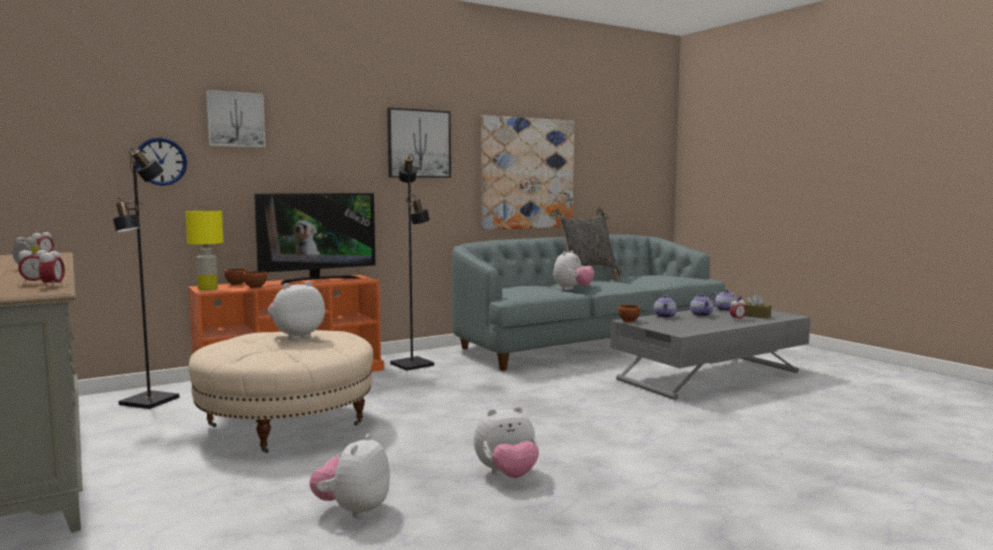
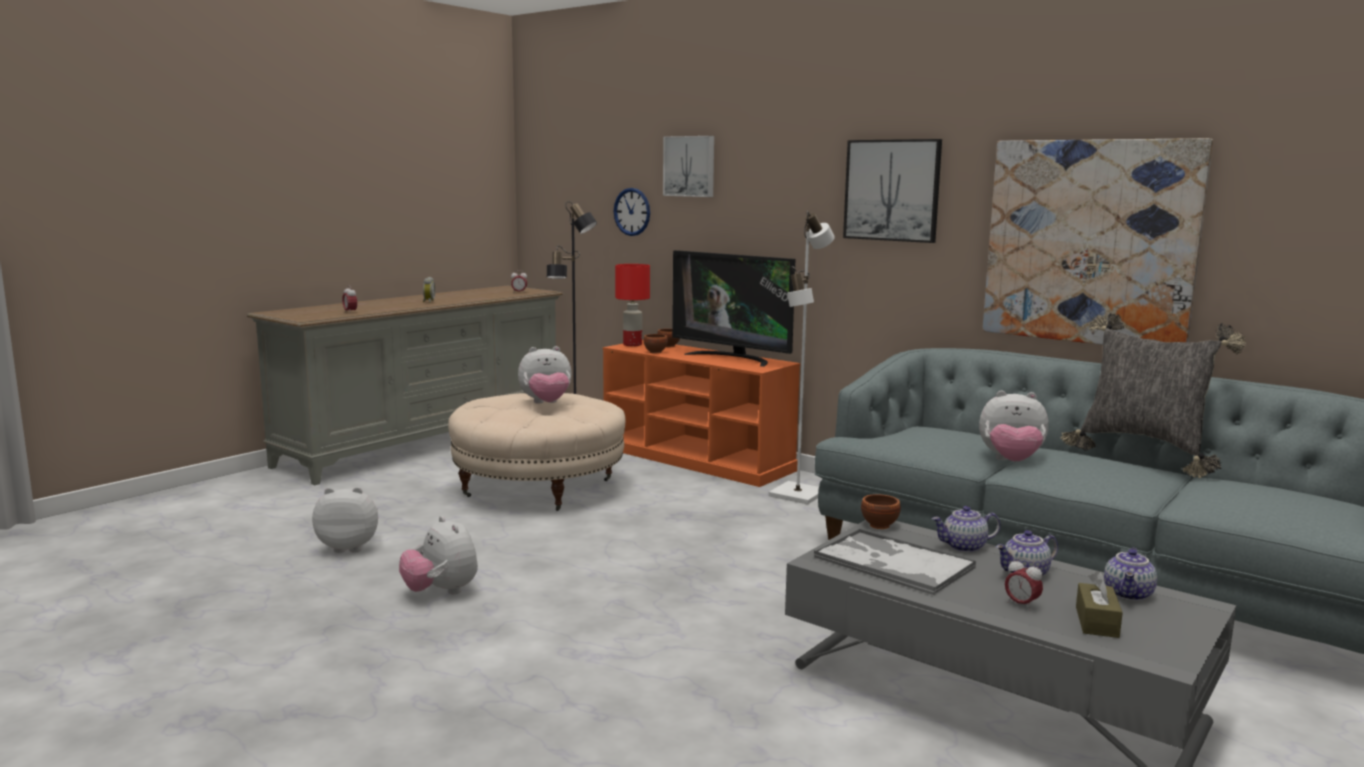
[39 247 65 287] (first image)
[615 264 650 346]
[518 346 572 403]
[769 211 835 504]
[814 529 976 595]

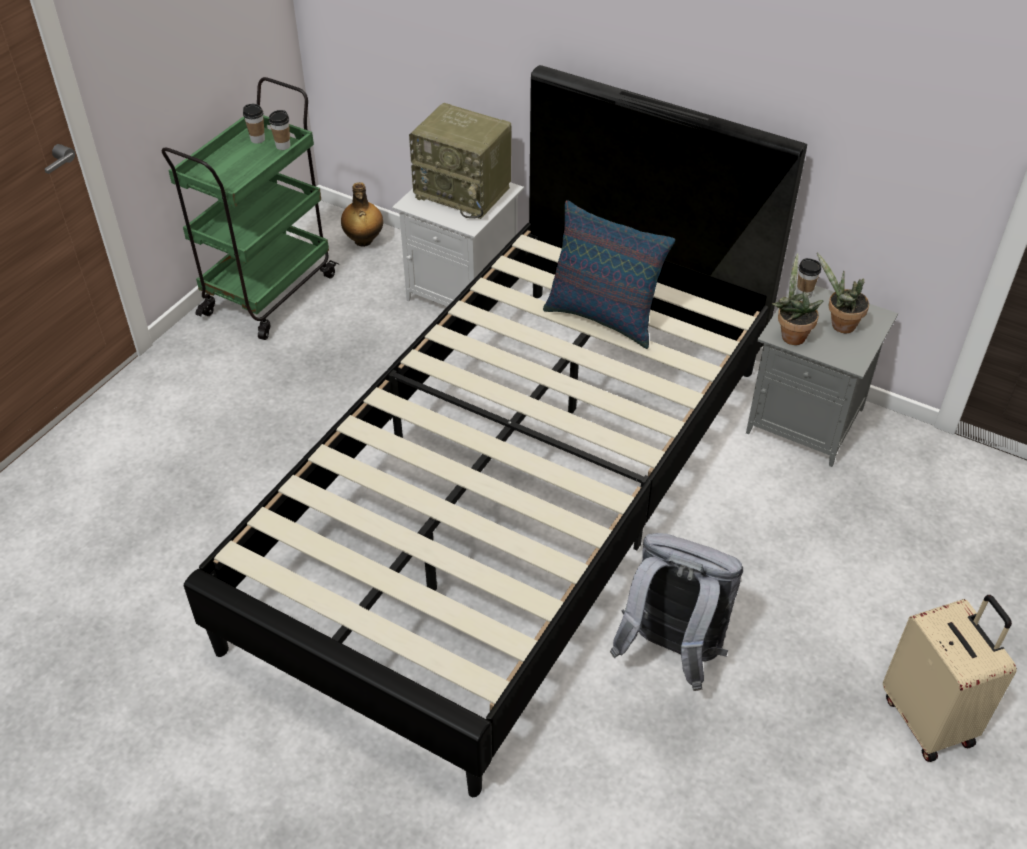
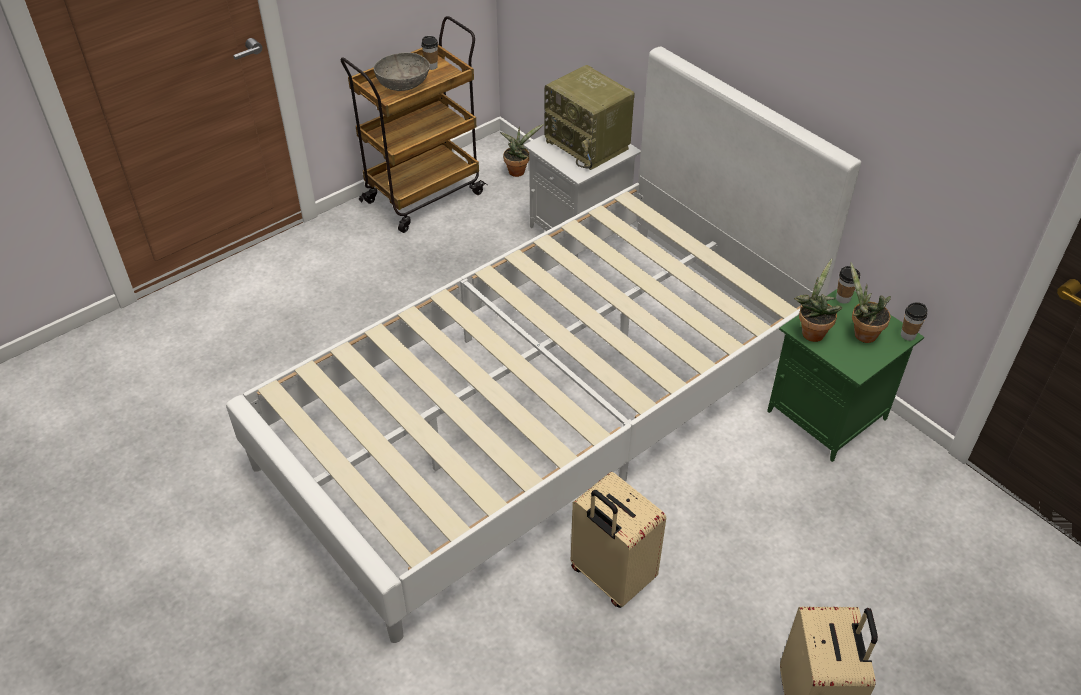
[341 16 486 233]
[226 47 861 643]
[901 302 928 341]
[500 124 544 177]
[543 200 675 349] (first image)
[571 472 666 608]
[767 289 924 462]
[374 52 430 91]

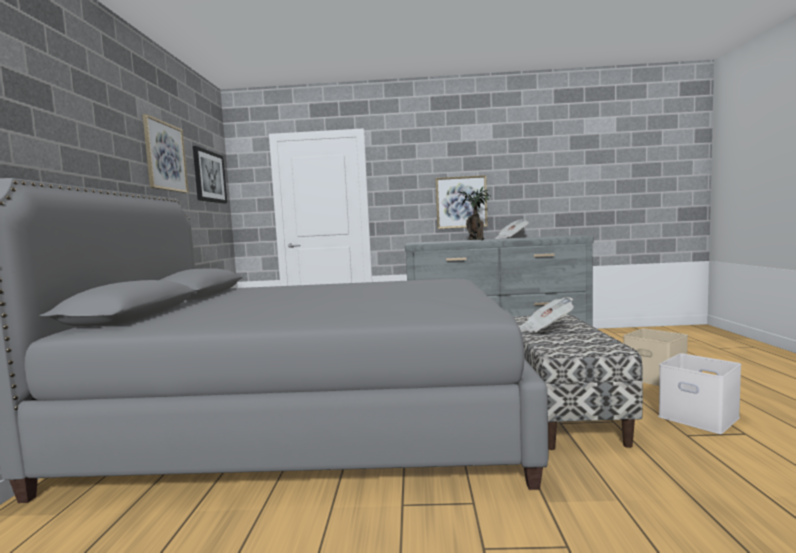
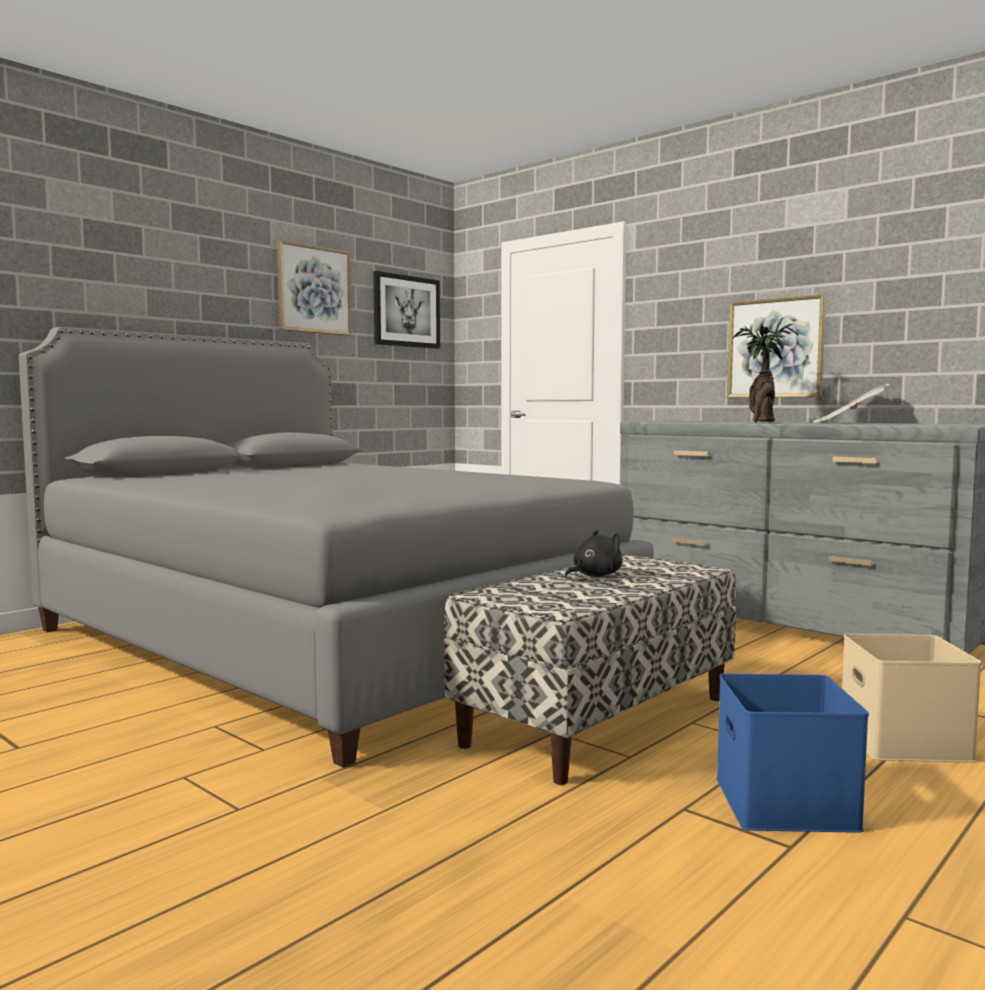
[565 530 622 577]
[716 674 869 833]

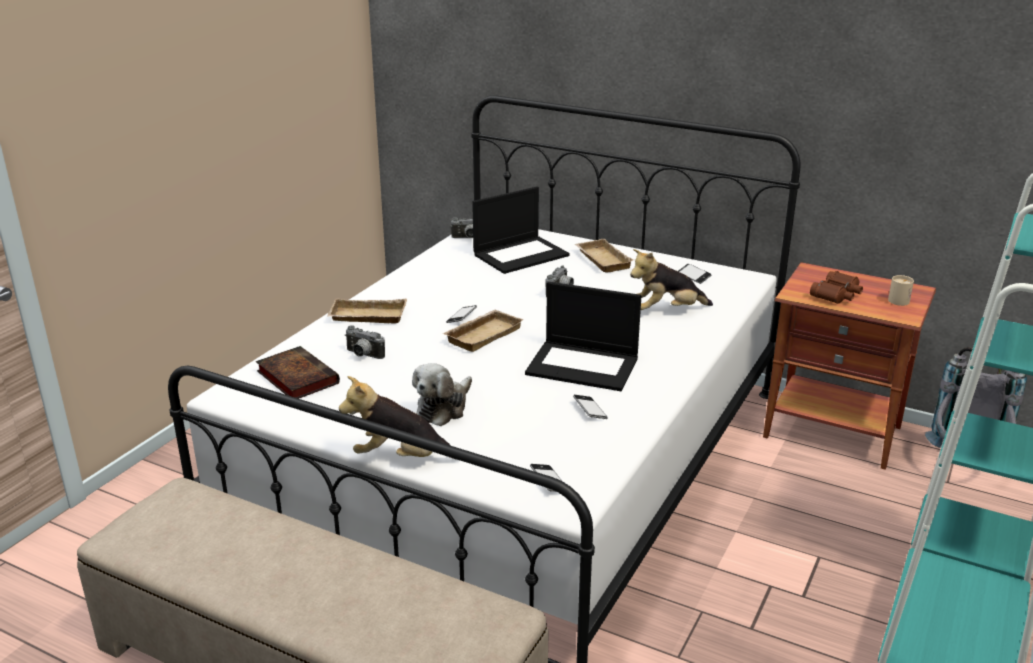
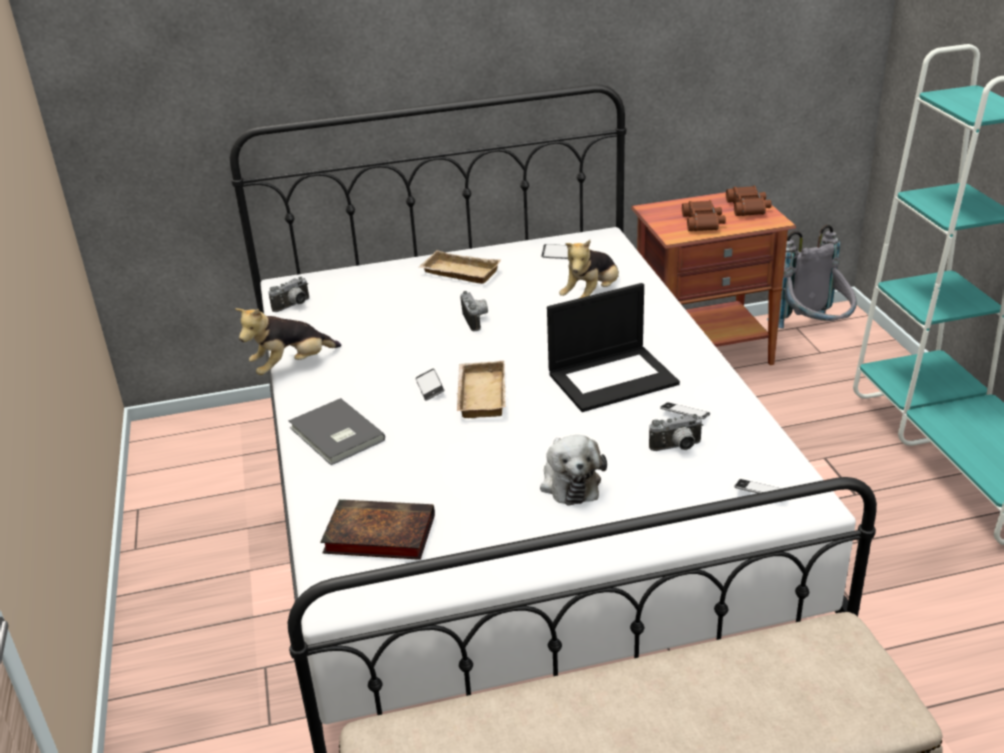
[288 398 385 465]
[235 308 342 375]
[649 414 703 451]
[472 186 570 274] (first image)
[726 186 771 216]

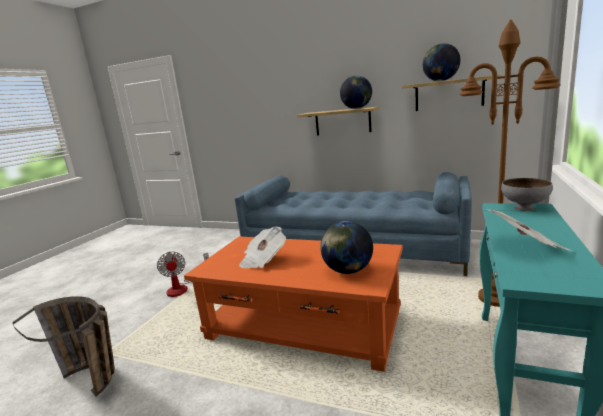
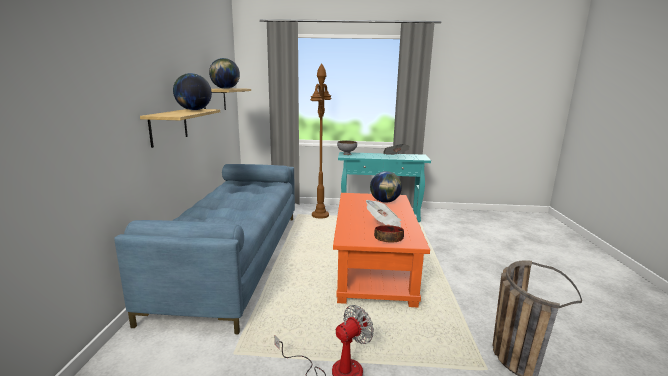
[374 225 404 242]

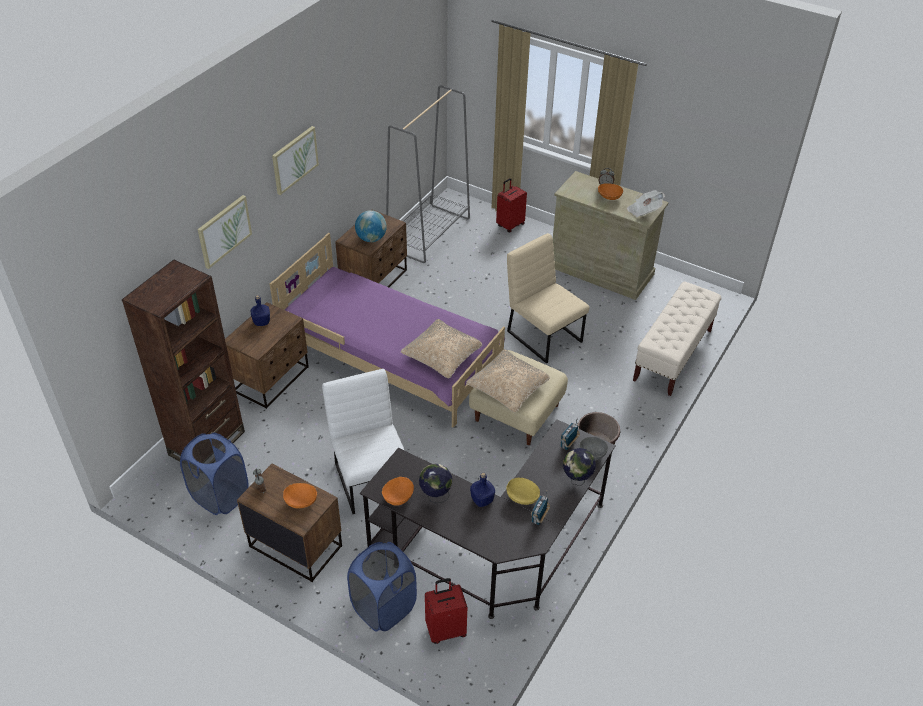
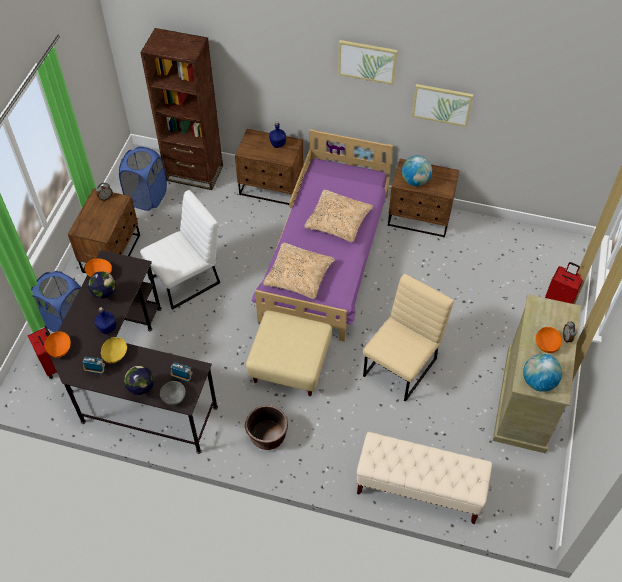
[412 84 473 127]
[45 331 71 358]
[386 85 470 263] (first image)
[304 190 373 242]
[523 354 562 392]

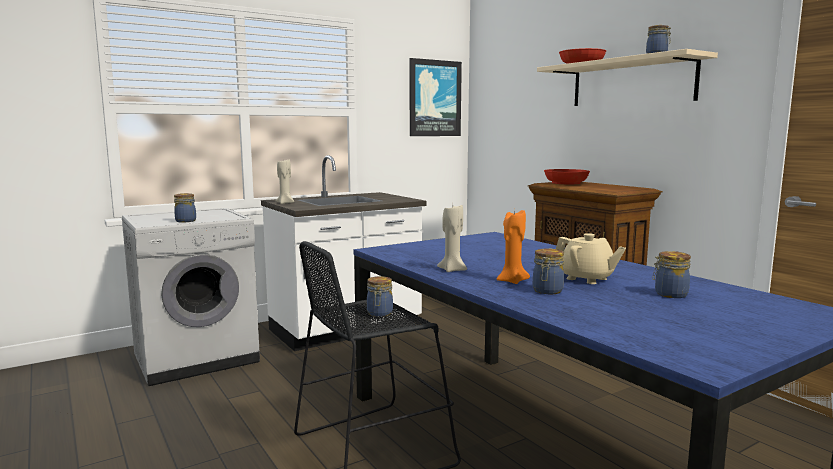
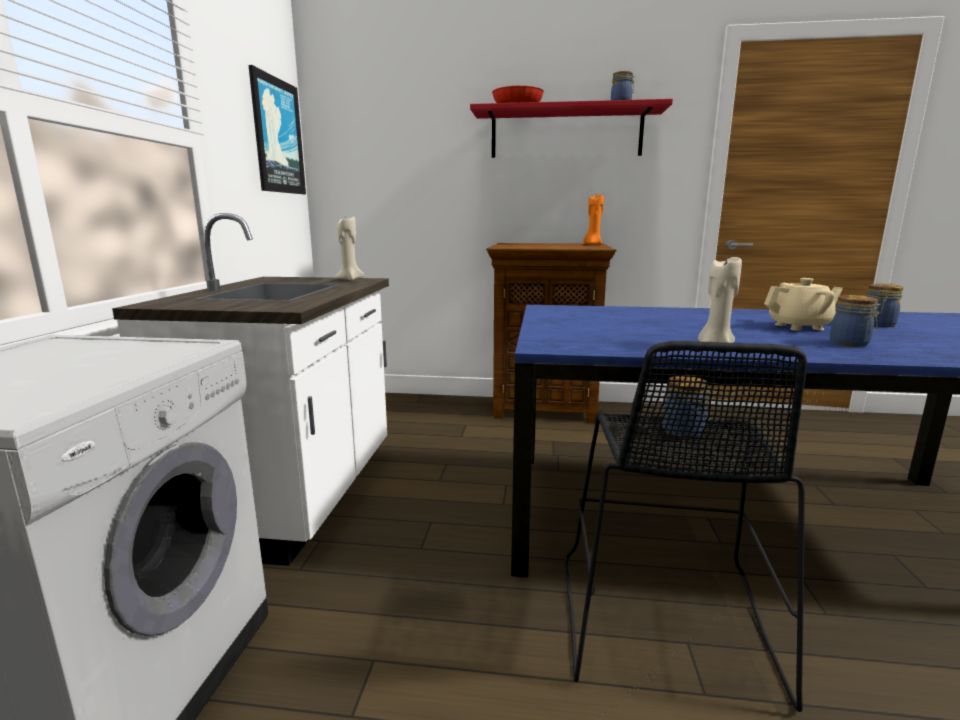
[174 193 196 223] (first image)
[335 216 365 281]
[583 195 604 245]
[470 99 673 158]
[544 169 590 184] (first image)

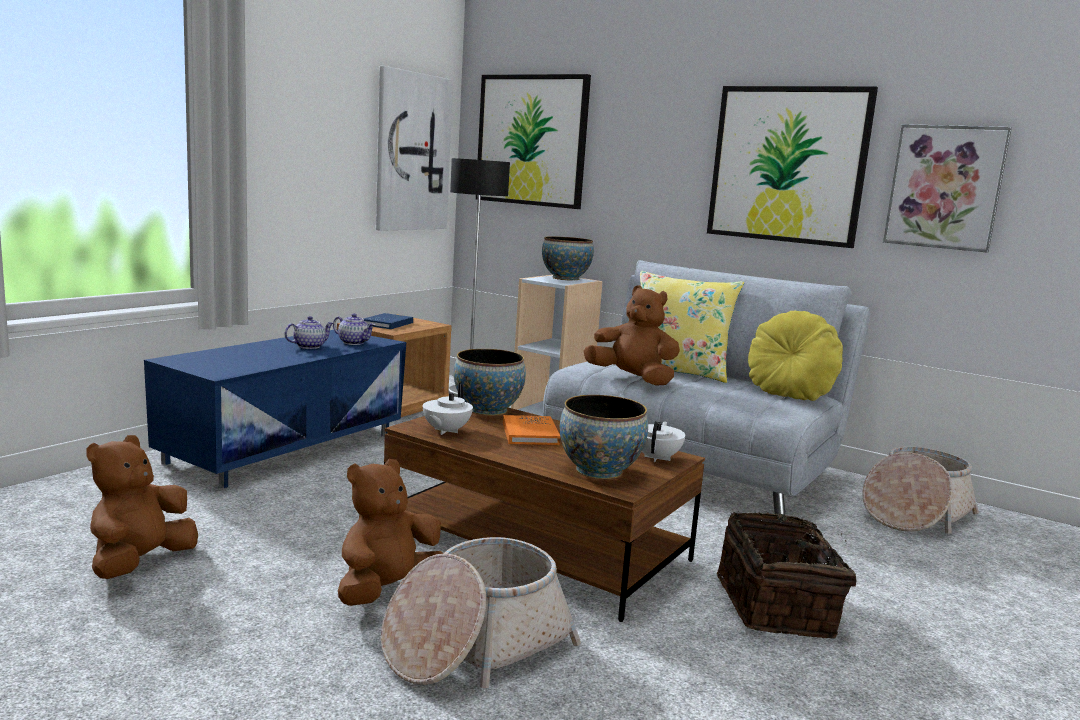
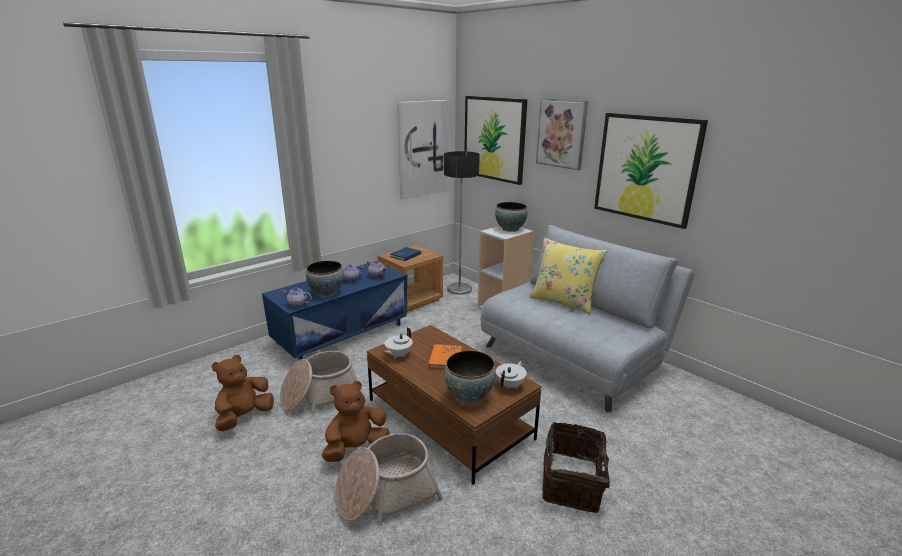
[306 261 344 297]
[583 285 680 386] (first image)
[748 311 843 401] (first image)
[280 351 363 414]
[536 99 588 170]
[282 287 312 308]

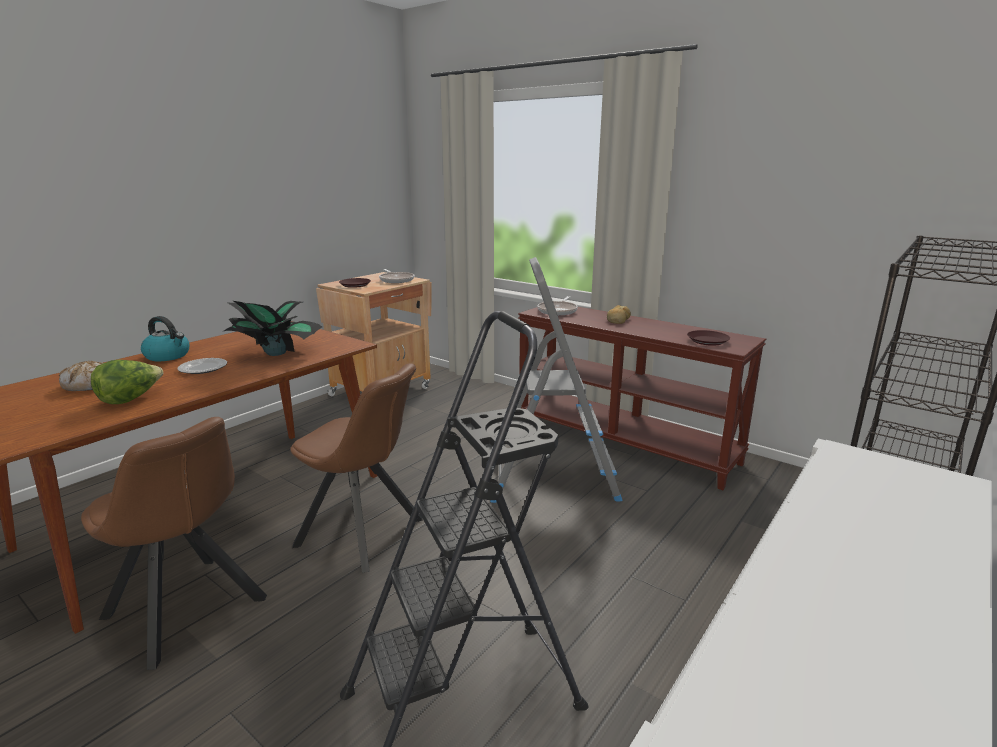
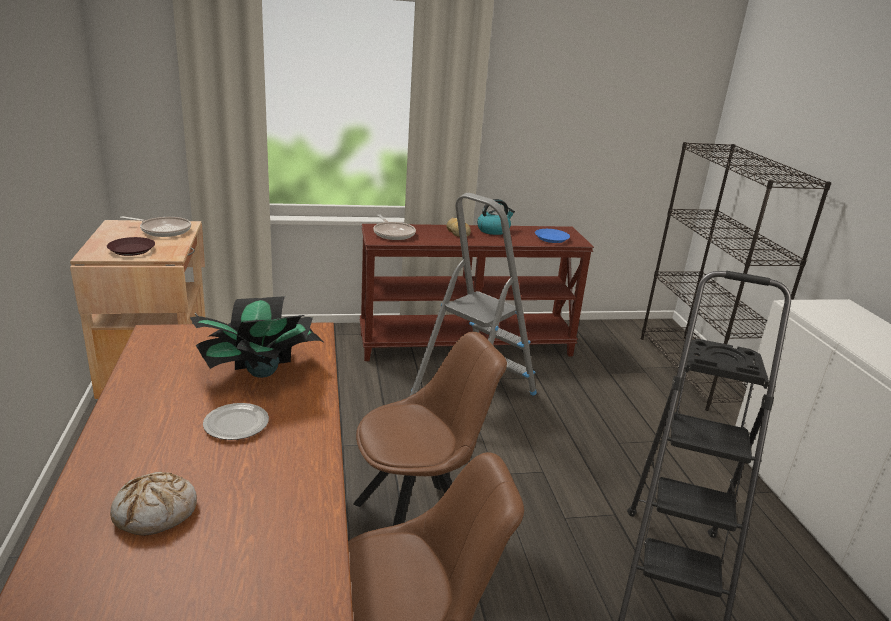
[91 360 163 404] (first image)
[477 199 515 235]
[535 229 570 243]

